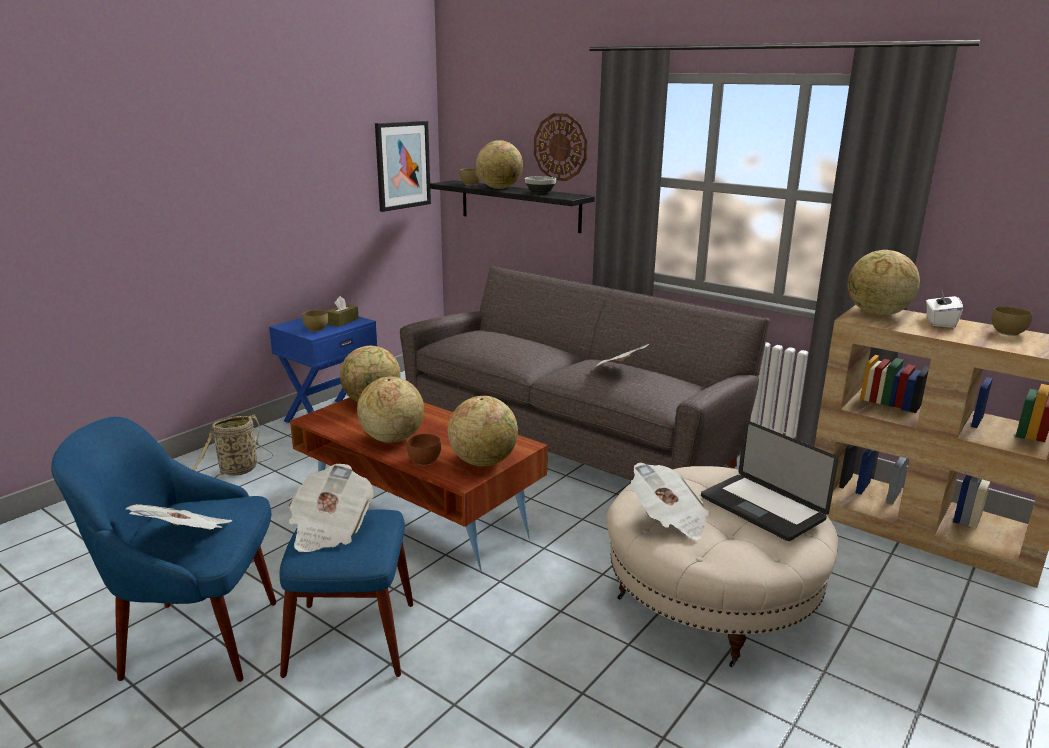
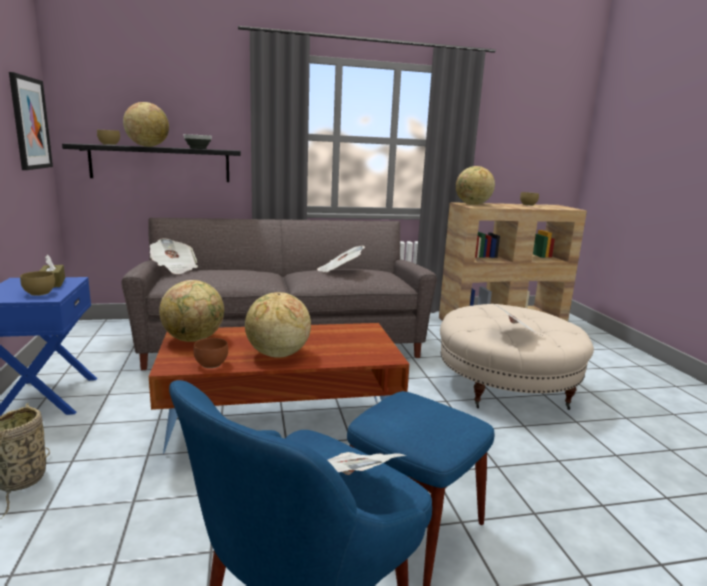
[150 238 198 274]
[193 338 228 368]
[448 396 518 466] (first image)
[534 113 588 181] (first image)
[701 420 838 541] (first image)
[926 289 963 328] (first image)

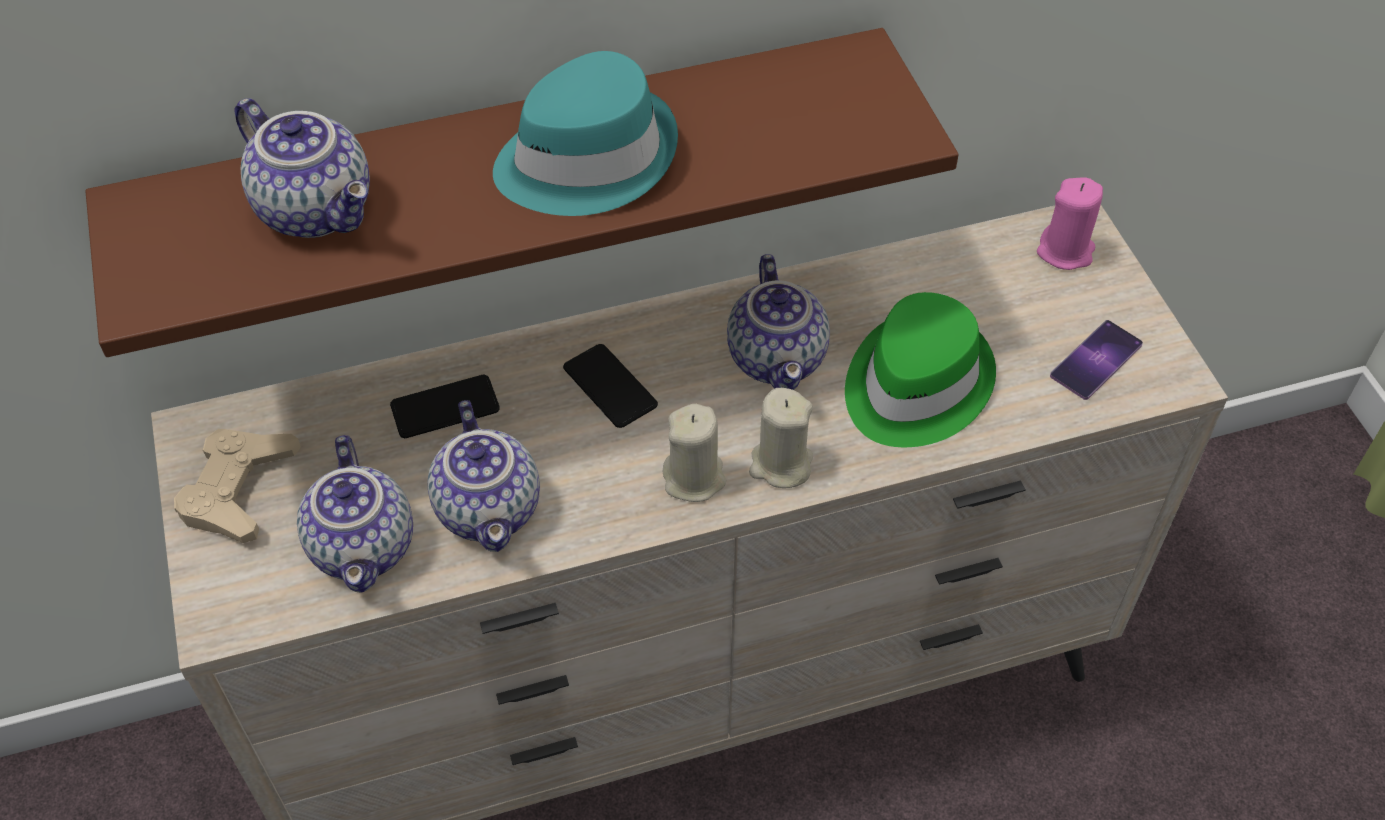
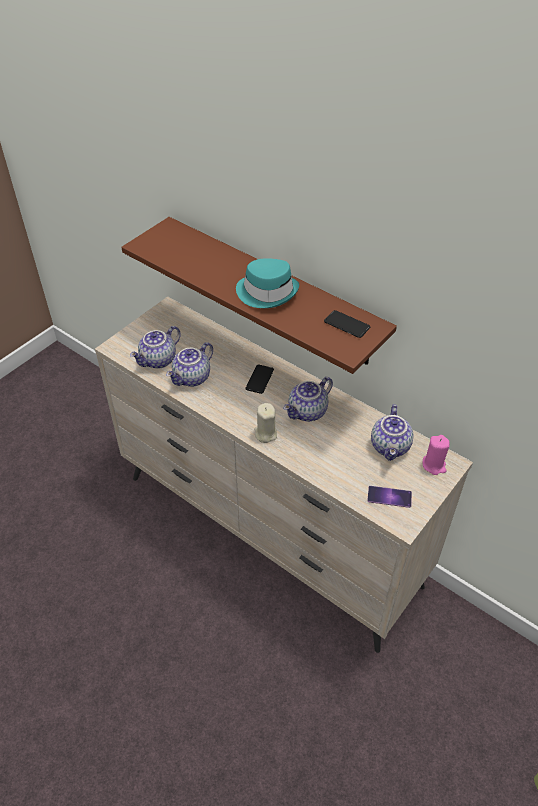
[174 429 301 543] (first image)
[371 404 413 461]
[324 310 370 338]
[663 404 726 502] (first image)
[845 292 996 447] (first image)

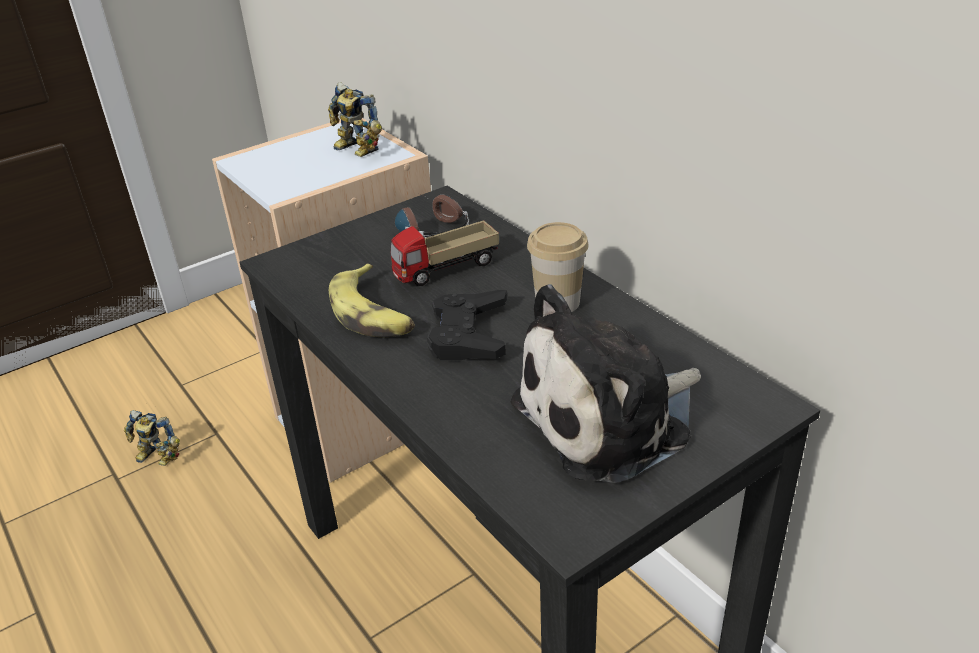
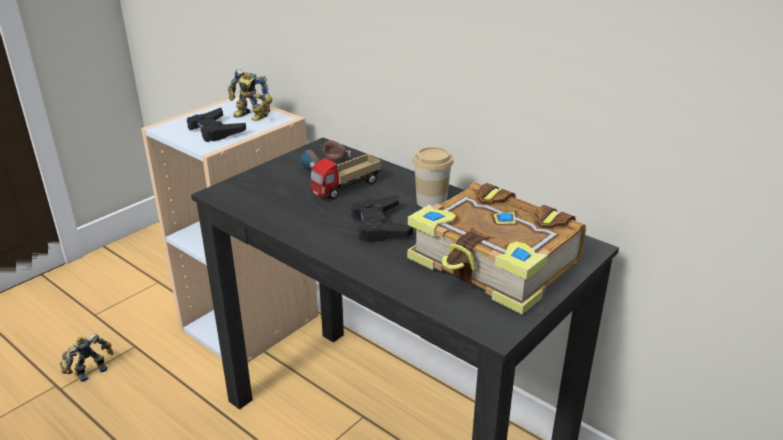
[60 334 114 382]
[329 264 415 338] (first image)
[407 182 586 314]
[187 108 246 142]

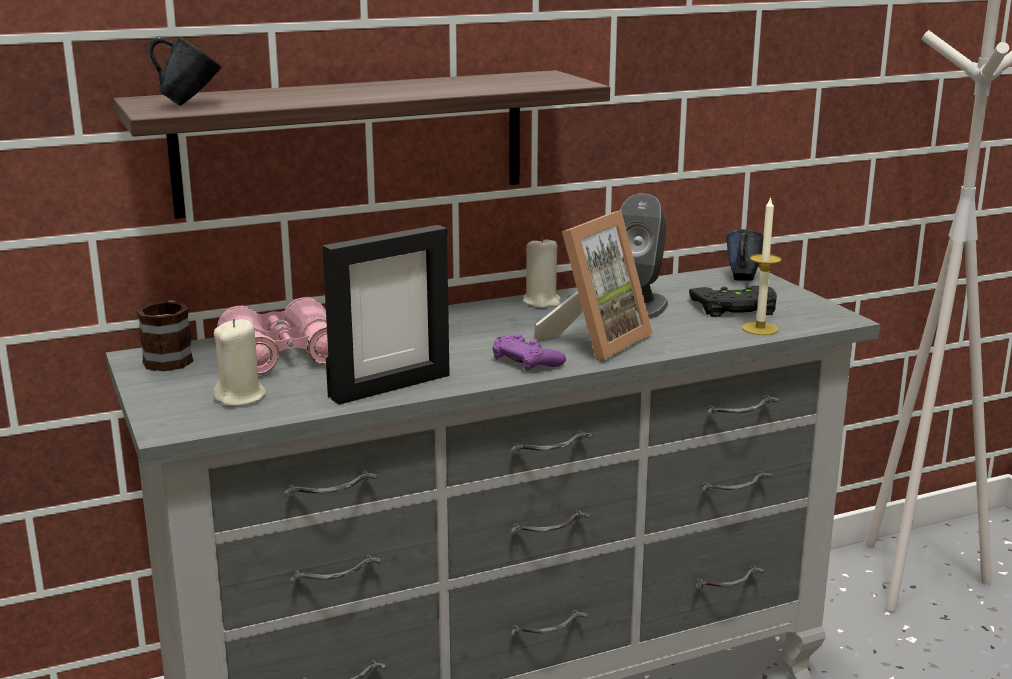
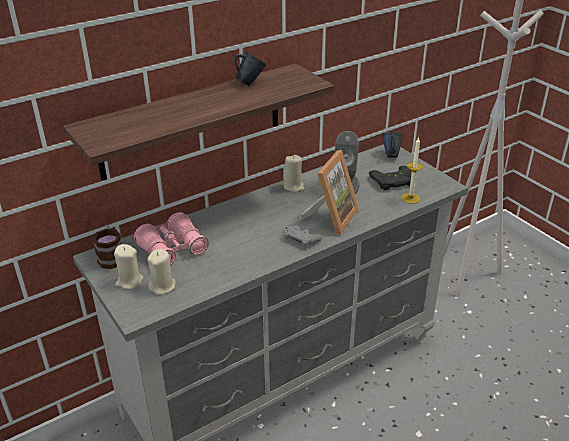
[233 51 267 86]
[322 225 450 405] (first image)
[284 223 322 248]
[114 244 144 290]

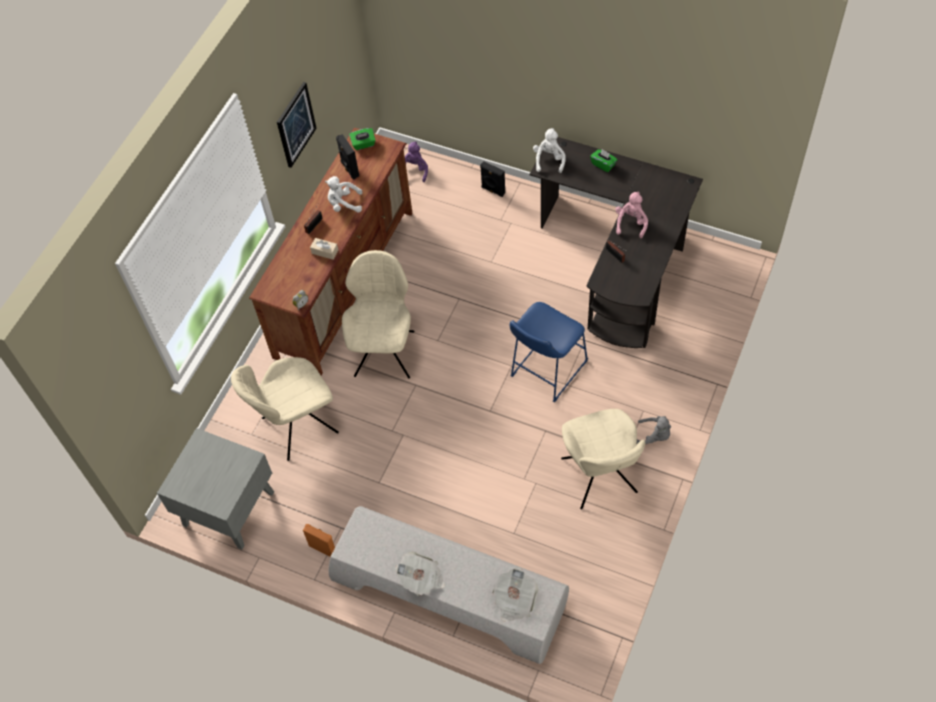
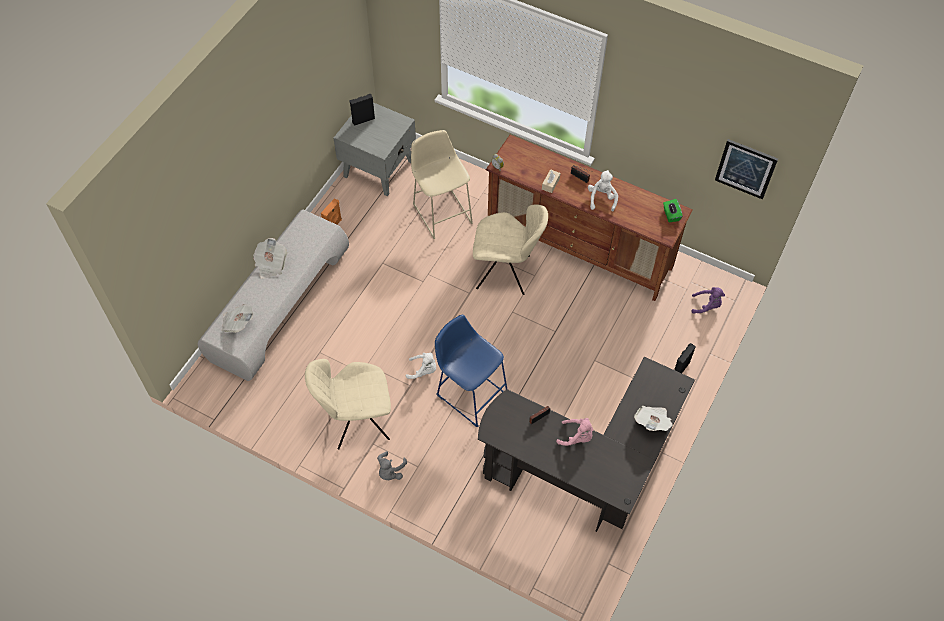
[411 130 473 239]
[715 139 778 199]
[349 94 375 126]
[406 353 436 379]
[634 406 673 431]

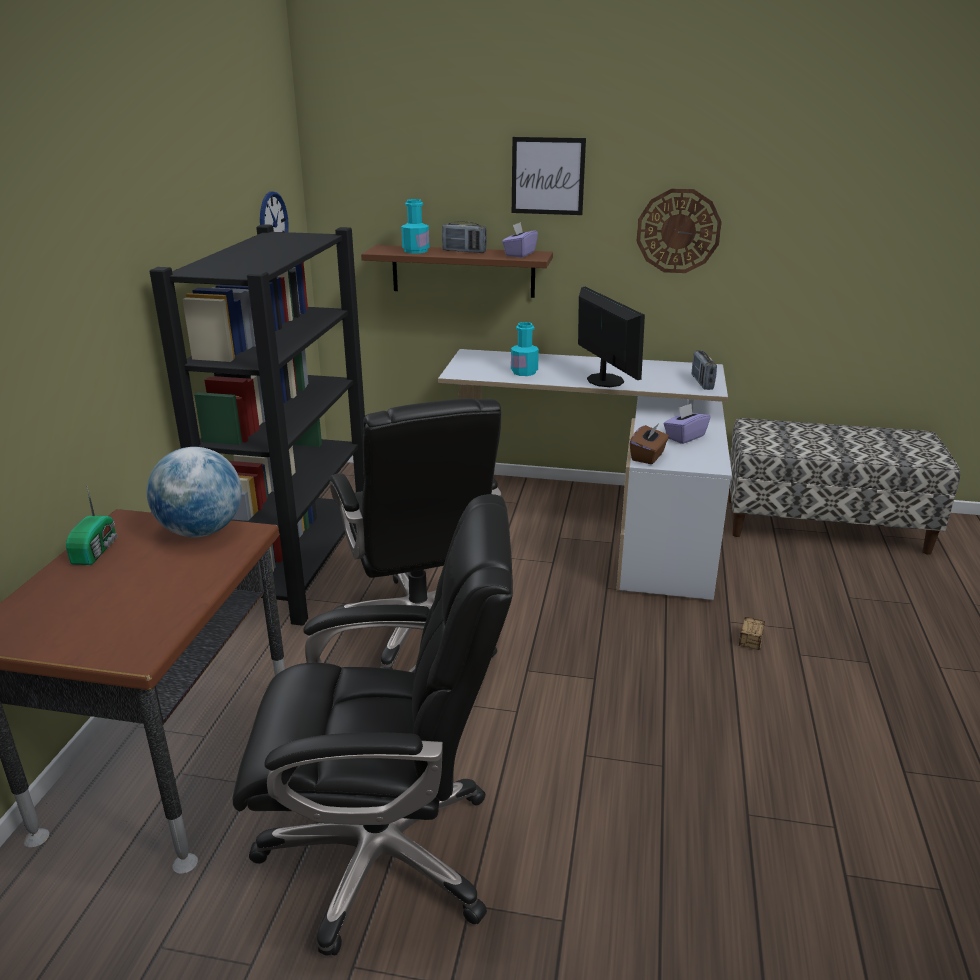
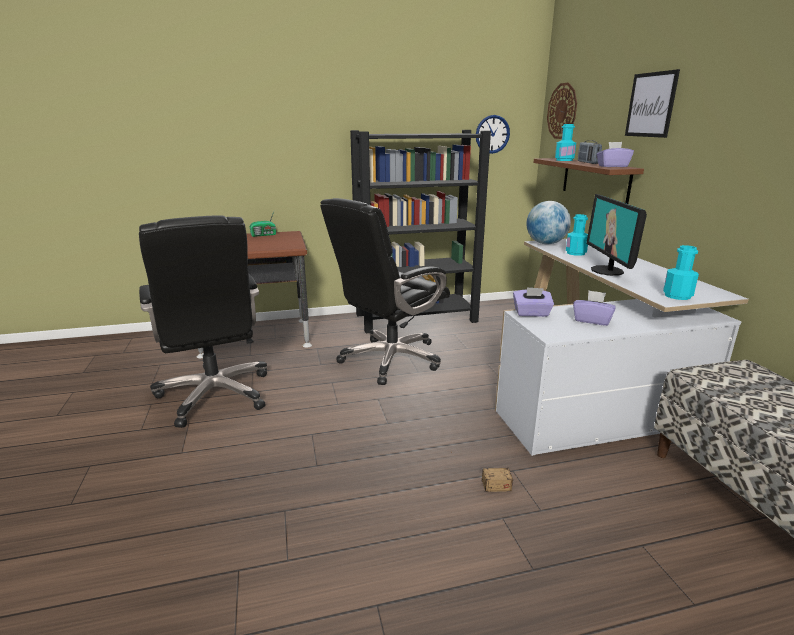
[526 201 571 244]
[586 194 647 276]
[513 287 554 317]
[547 83 577 139]
[663 245 699 300]

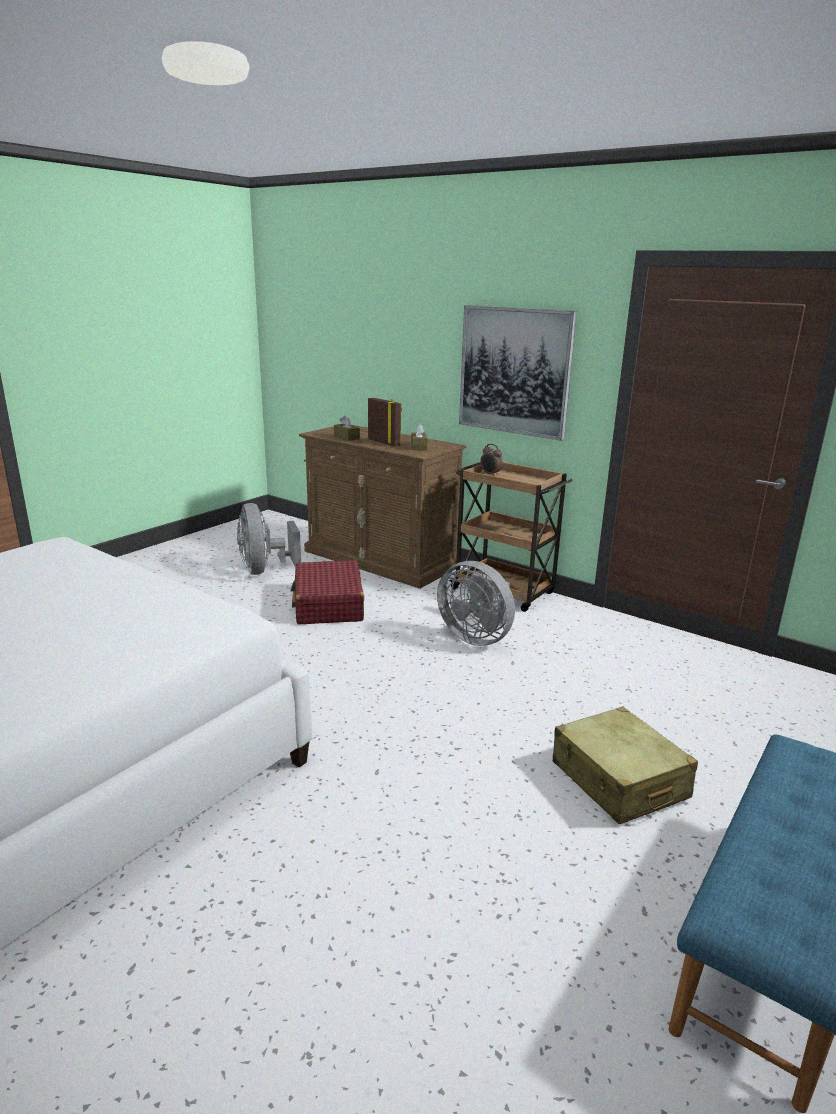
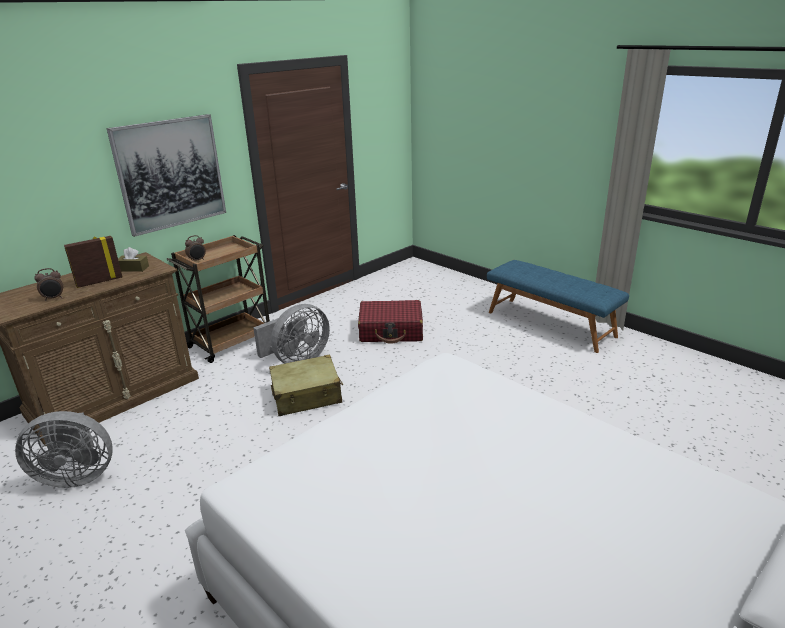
[358 300 423 344]
[34 268 63 301]
[269 355 343 416]

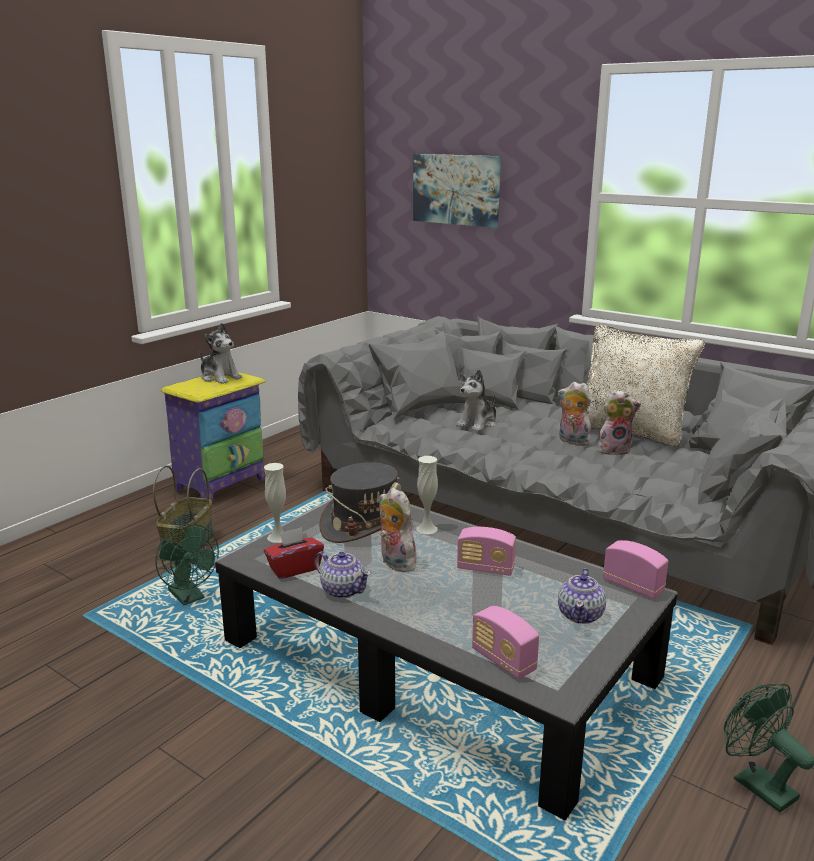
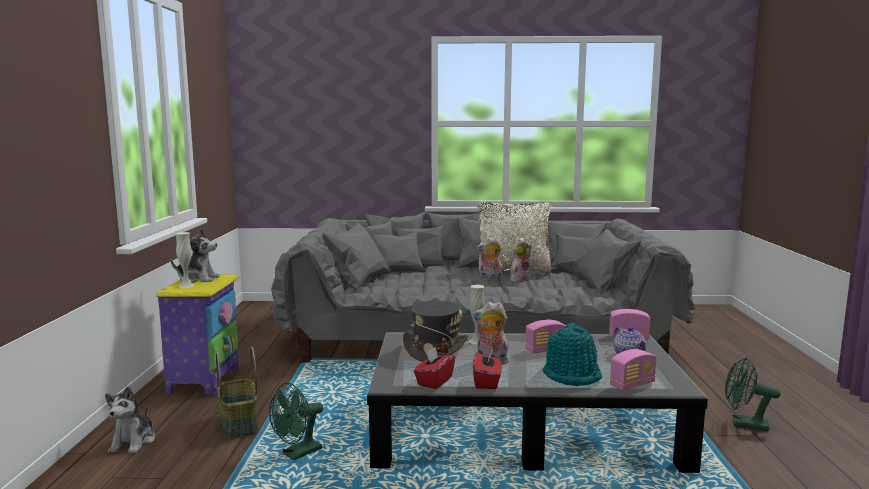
[269 383 323 460]
[176 232 195 288]
[473 351 502 389]
[413 154 501 228] (first image)
[105 386 155 453]
[610 349 656 390]
[542 323 602 386]

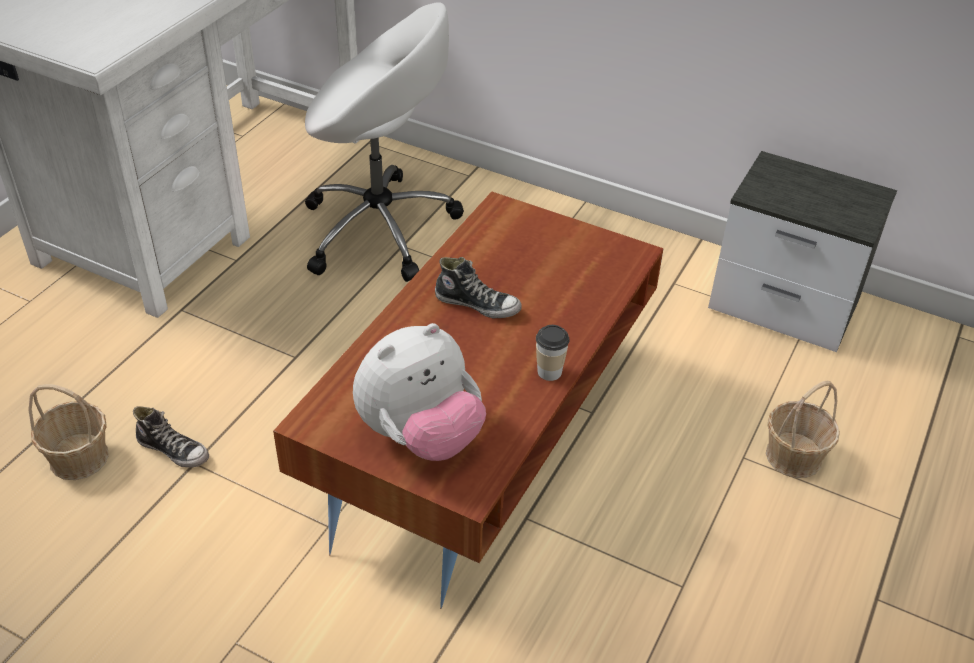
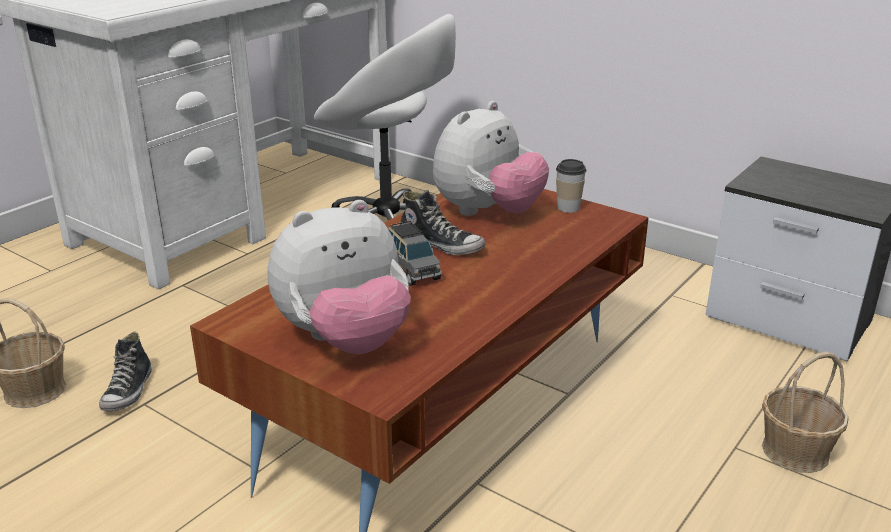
[99 332 152 411]
[556 159 586 213]
[388 221 442 286]
[433 101 549 216]

